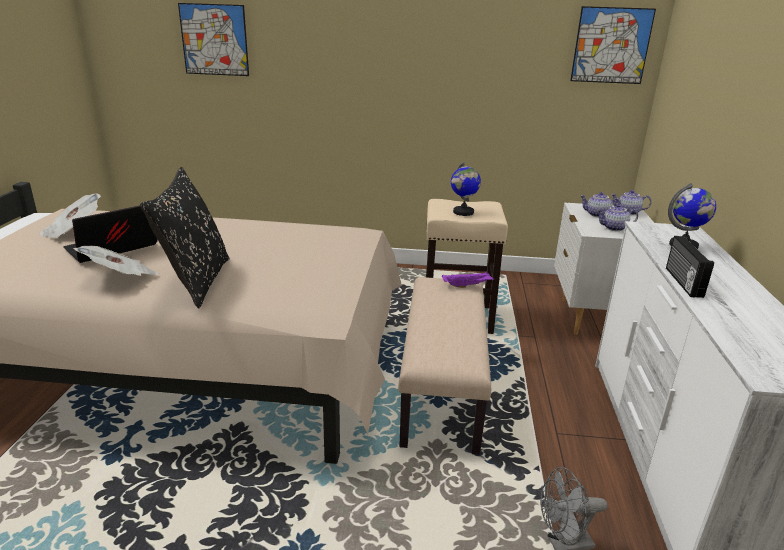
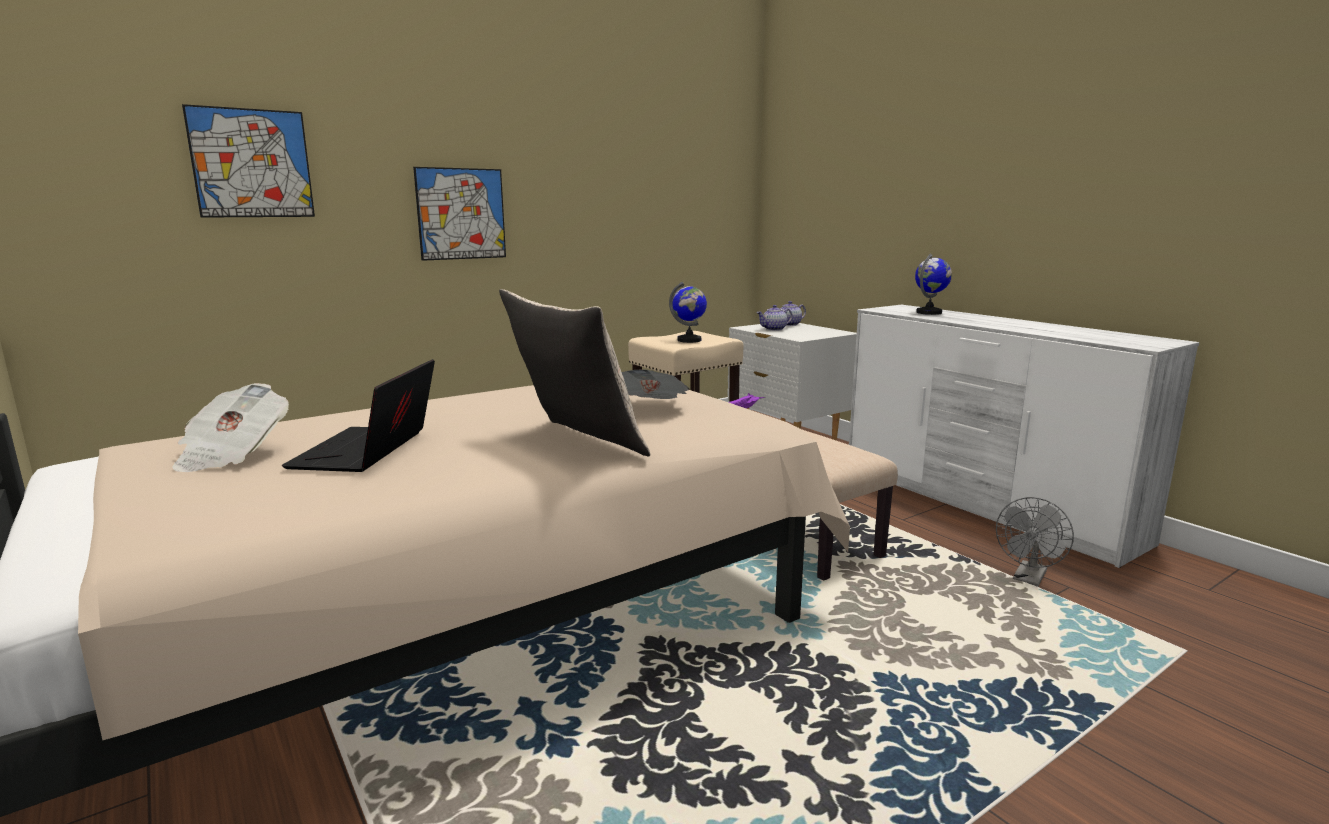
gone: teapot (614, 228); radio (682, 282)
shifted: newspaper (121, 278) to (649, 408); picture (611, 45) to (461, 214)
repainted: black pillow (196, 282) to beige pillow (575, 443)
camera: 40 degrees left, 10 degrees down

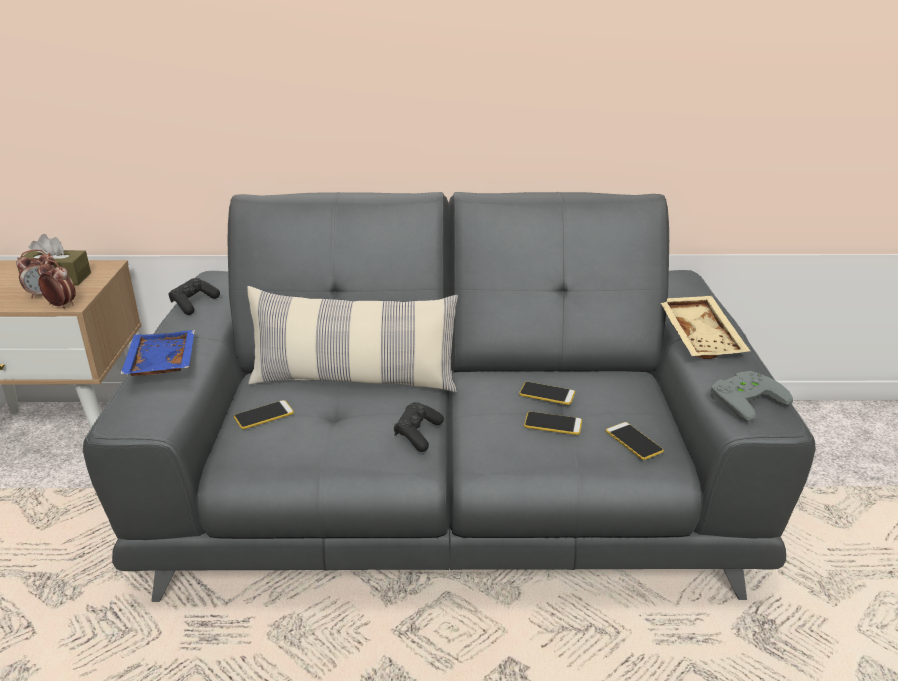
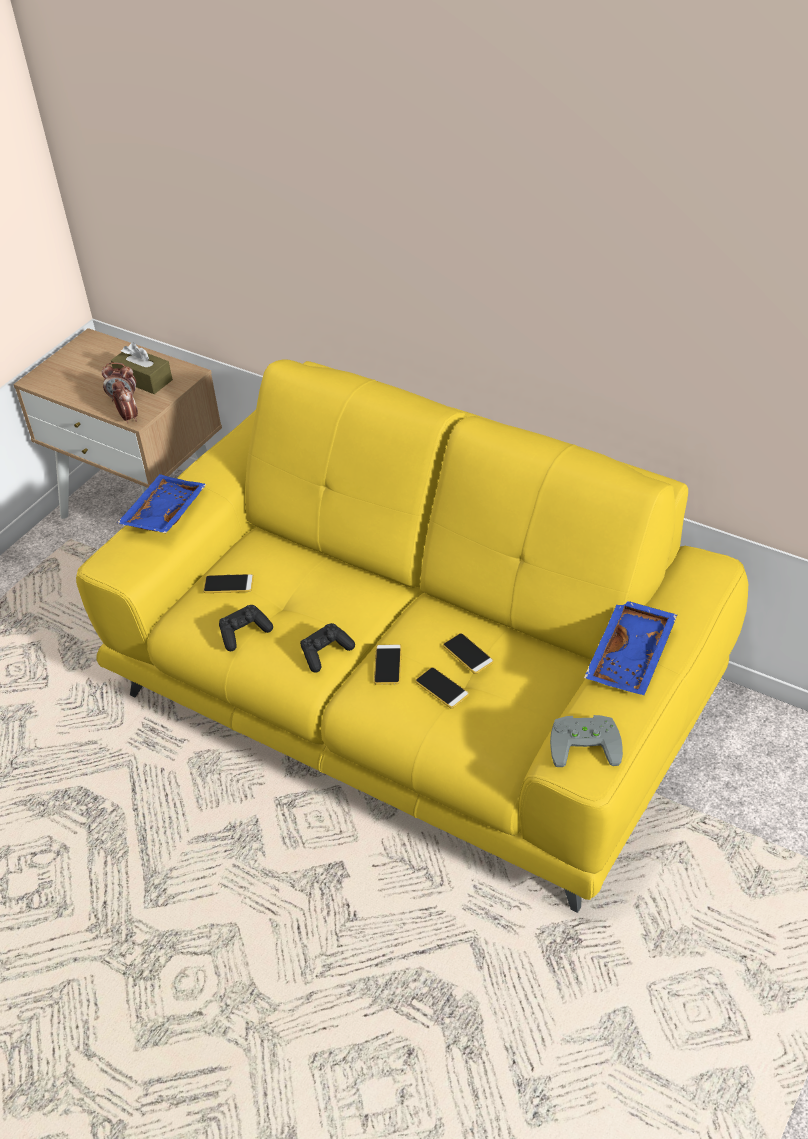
gone: pillow (354, 380)
shifted: black game controller (194, 304) to (244, 633); phone (634, 441) to (387, 665)
repainted: grey sofa (450, 493) to yellow sofa (414, 695); beige tray (702, 337) to blue tray (632, 657)
camera: 35 degrees right, 15 degrees up

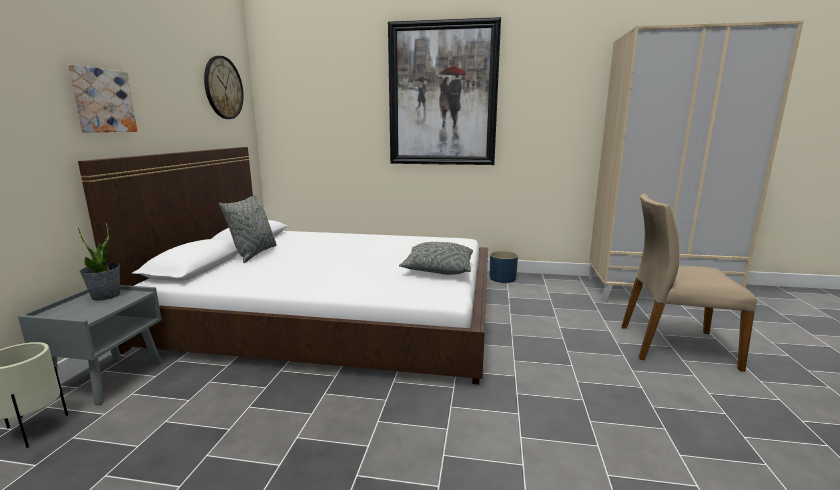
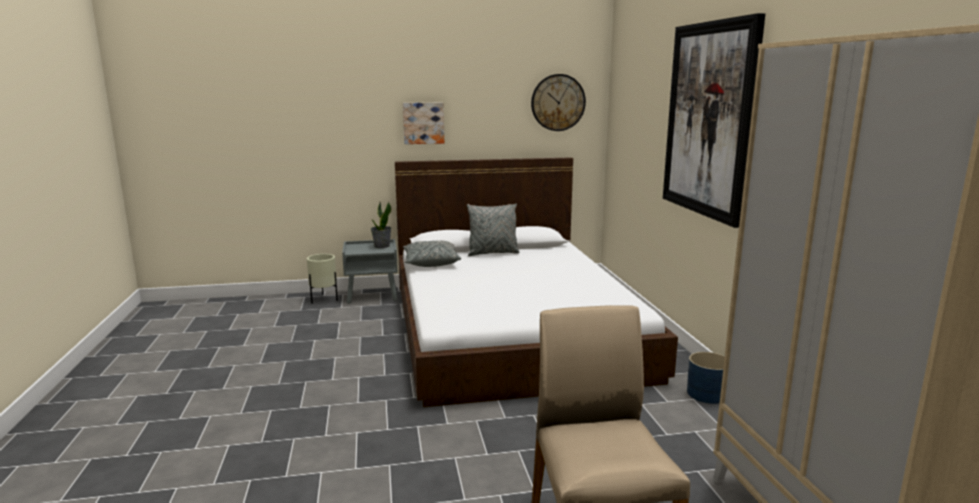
shifted: grey pillow (438, 270) to (430, 263)
camera: 70 degrees right, 0 degrees up

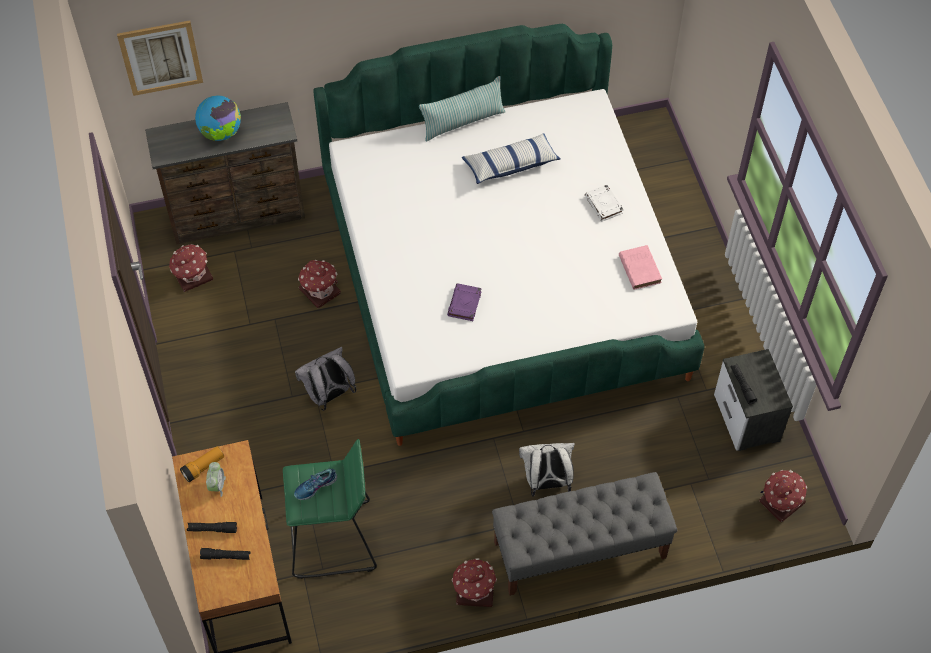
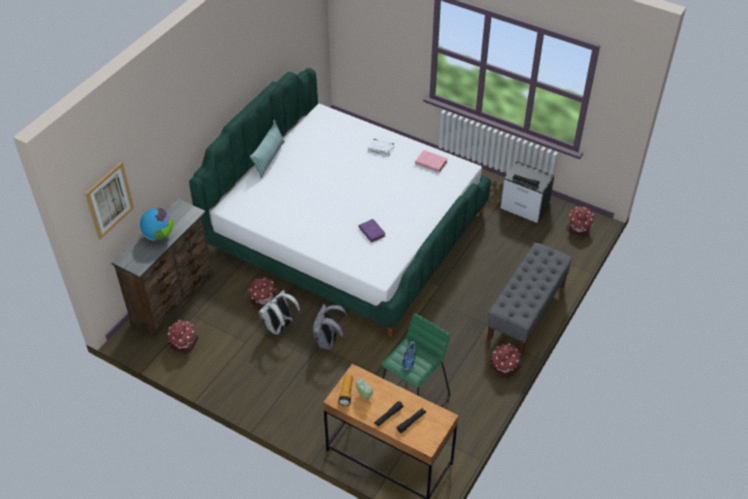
gone: pillow (510, 165)
shifted: white backpack (546, 483) to (280, 328)
camera: 45 degrees left, 10 degrees down

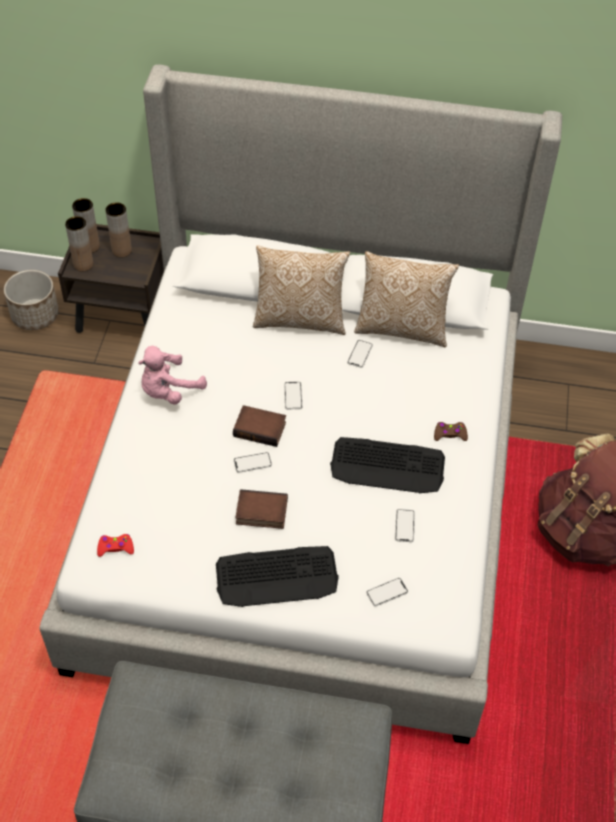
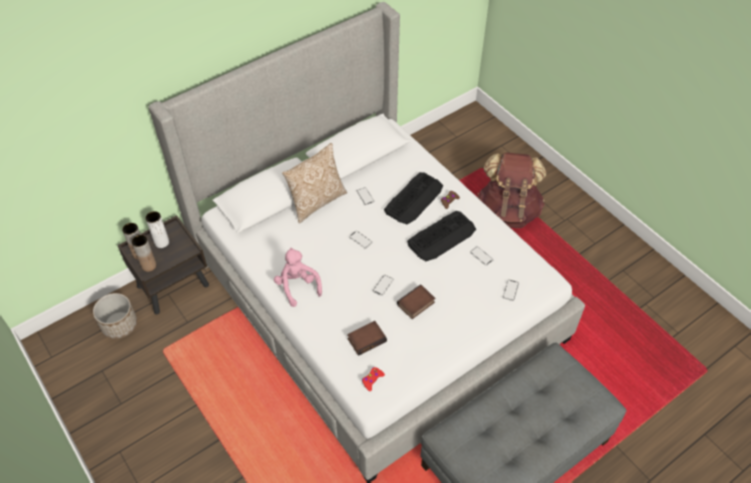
gone: pillow (402, 328)
shifted: keyboard (277, 576) to (414, 198); book (261, 428) to (366, 339)
repainted: brown vase (122, 250) to white vase (162, 242)
rotated: pink plush toy (169, 391) = (297, 286) 150 degrees clockwise
camera: 45 degrees left, 0 degrees up

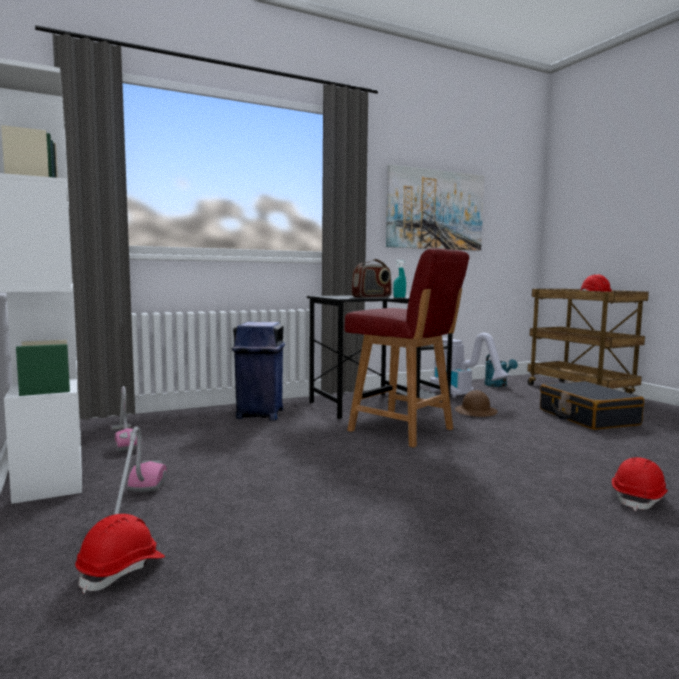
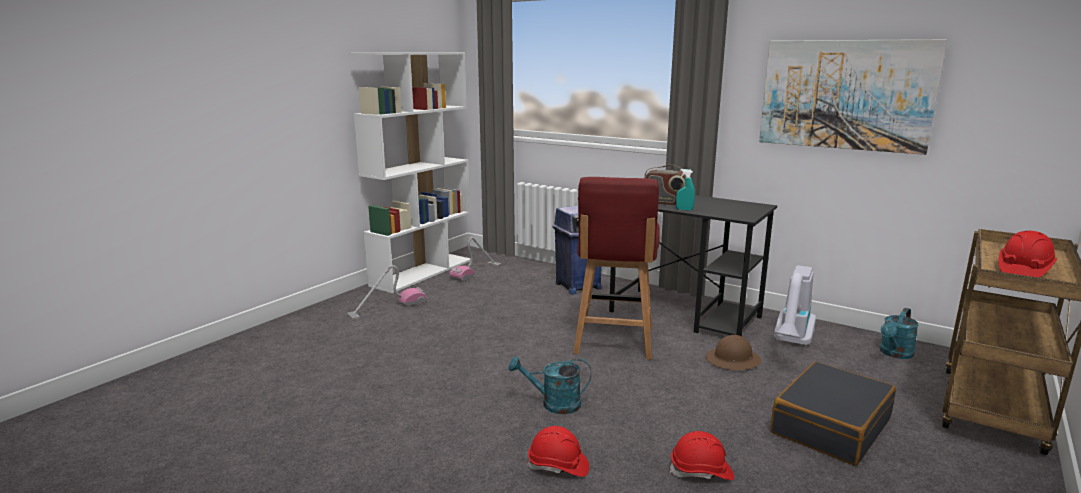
new: turquoise watering can (553, 404)
shifted: red hard hat (122, 570) to (701, 472)
camera: 60 degrees right, 10 degrees up

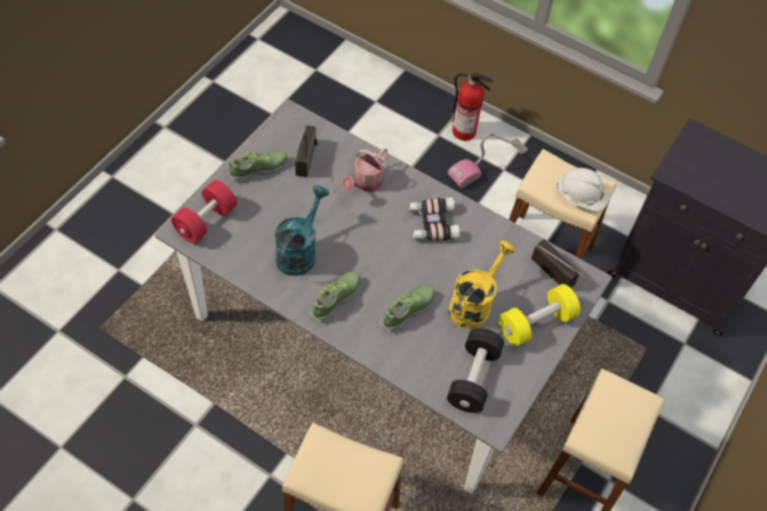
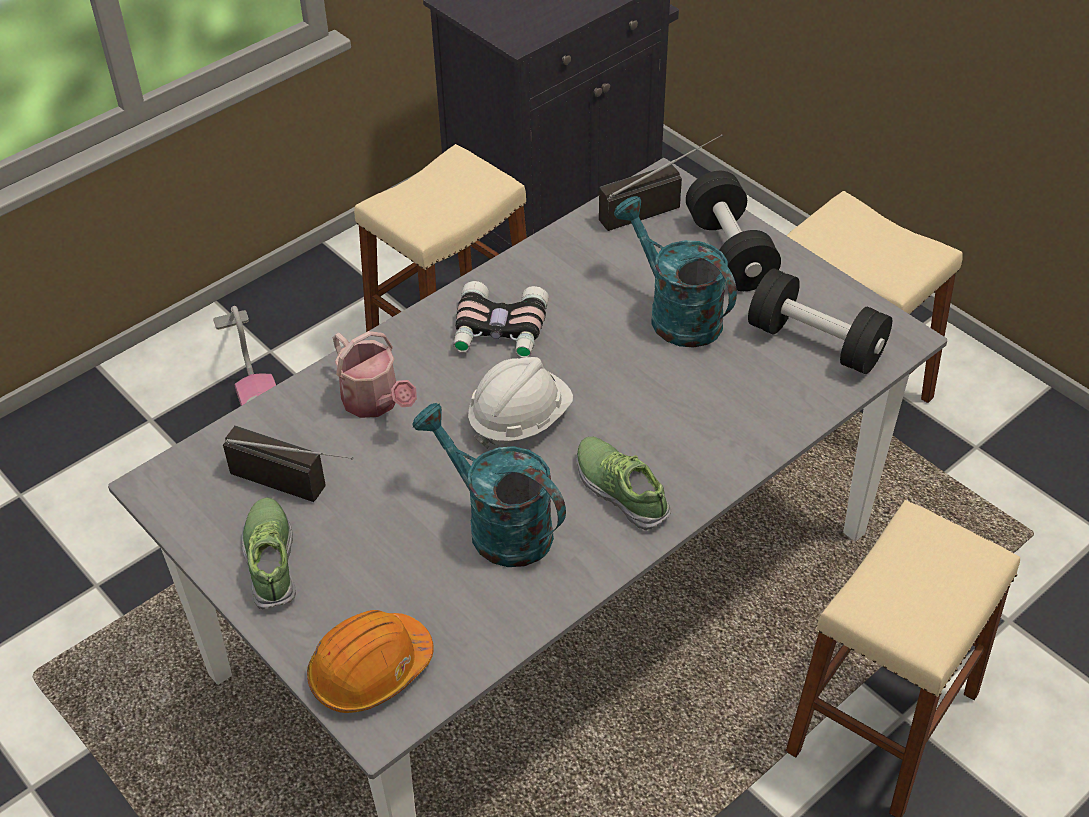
gone: shoe (408, 311); fire extinguisher (465, 131)
shifted: white hard hat (581, 197) to (520, 420)
swapped: red dumbbell (206, 221) to orange hard hat (370, 670)
repainted: yellow watering can (474, 303) to turquoise watering can (675, 313); yellow dumbbell (536, 323) to black dumbbell (729, 252)
camera: 70 degrees left, 10 degrees down

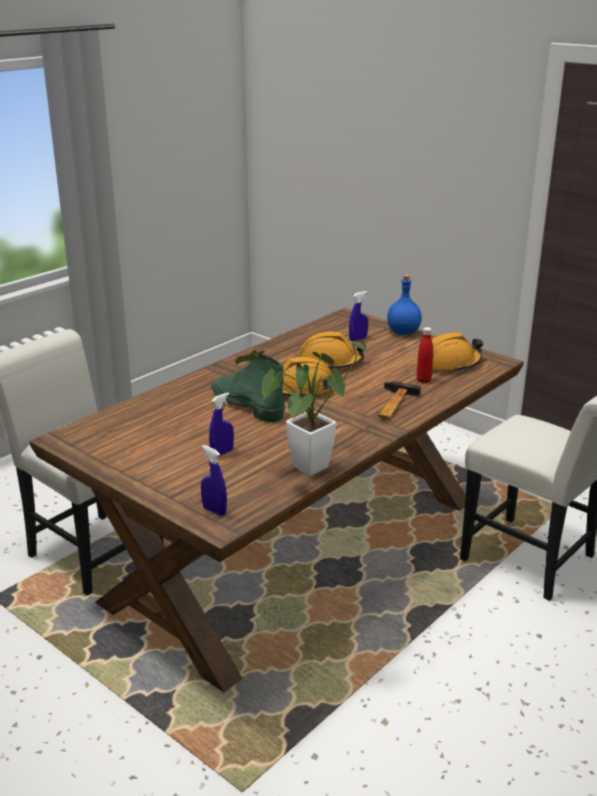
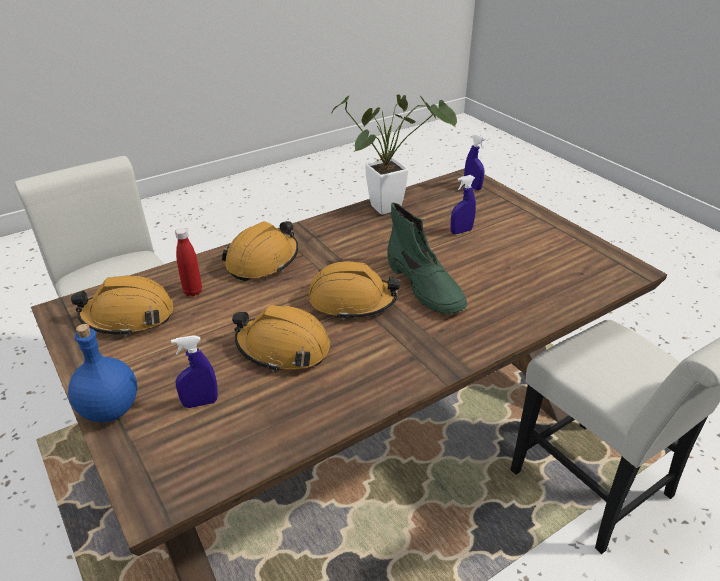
swapped: hammer (392, 405) to orange hard hat (262, 261)
camera: 165 degrees left, 10 degrees up

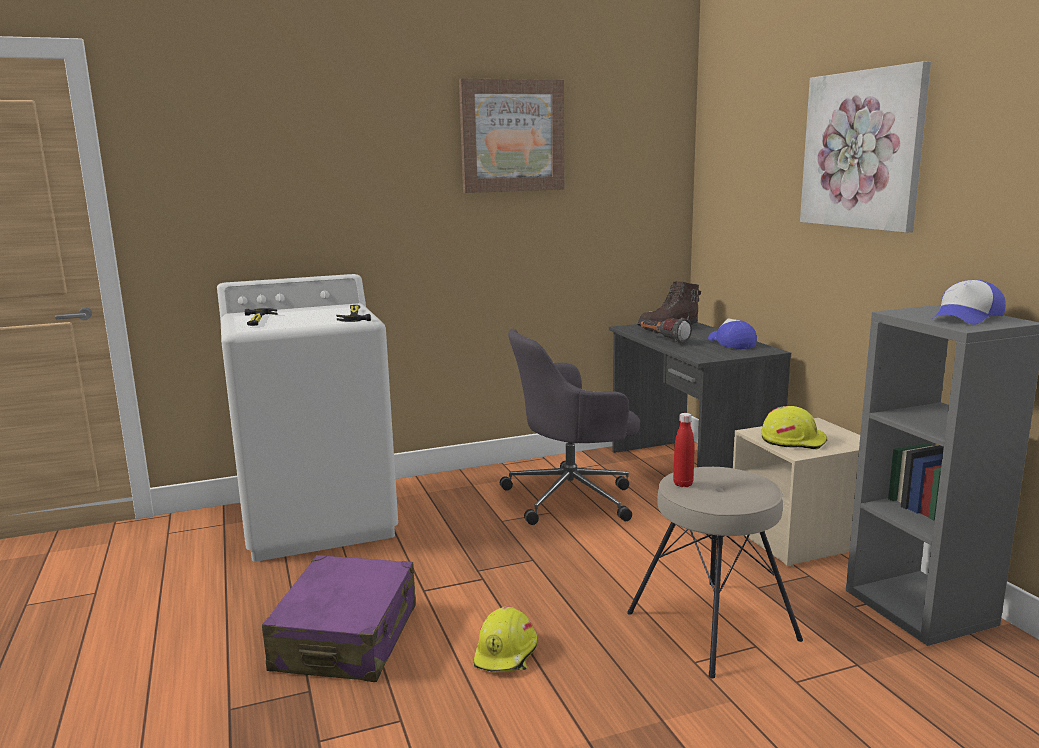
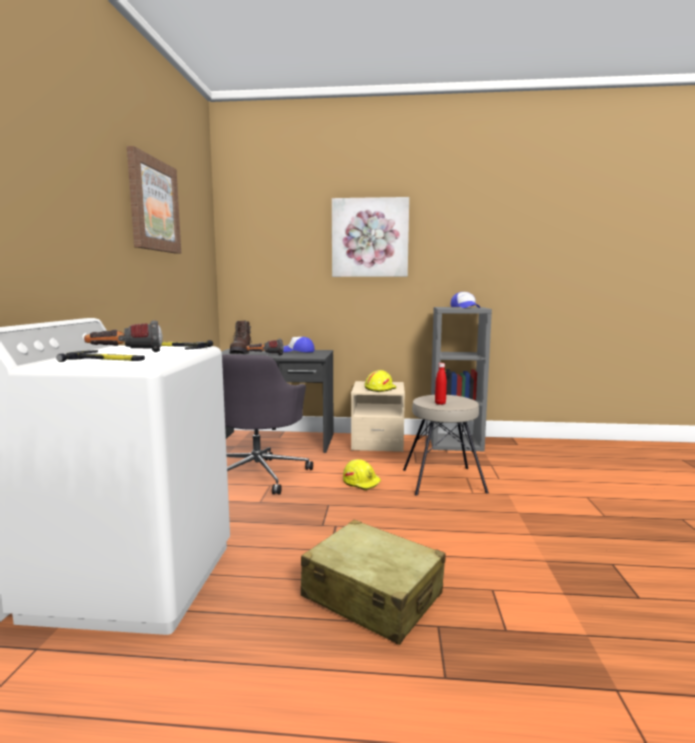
new: flashlight (125, 353)
shifted: yellow hard hat (506, 654) to (361, 482)
repainted: purple suitcase (347, 638) to beige suitcase (372, 596)
camera: 65 degrees left, 5 degrees down

